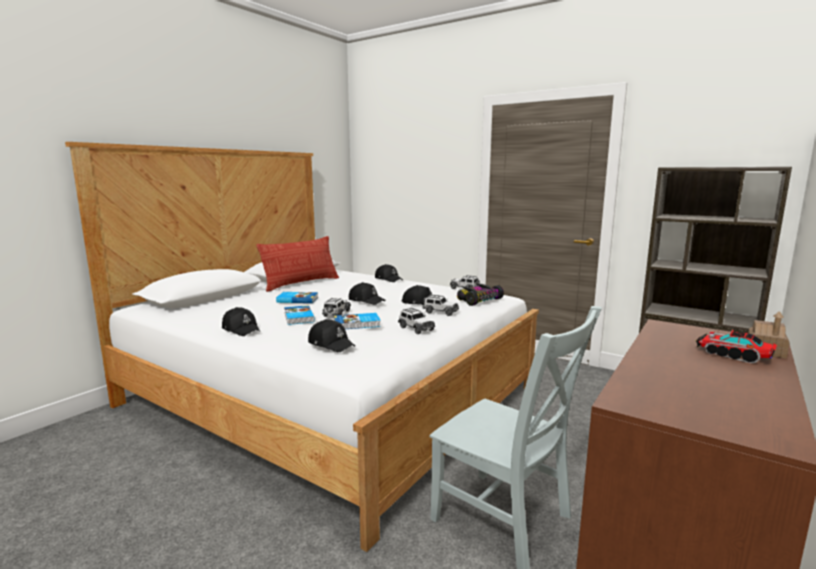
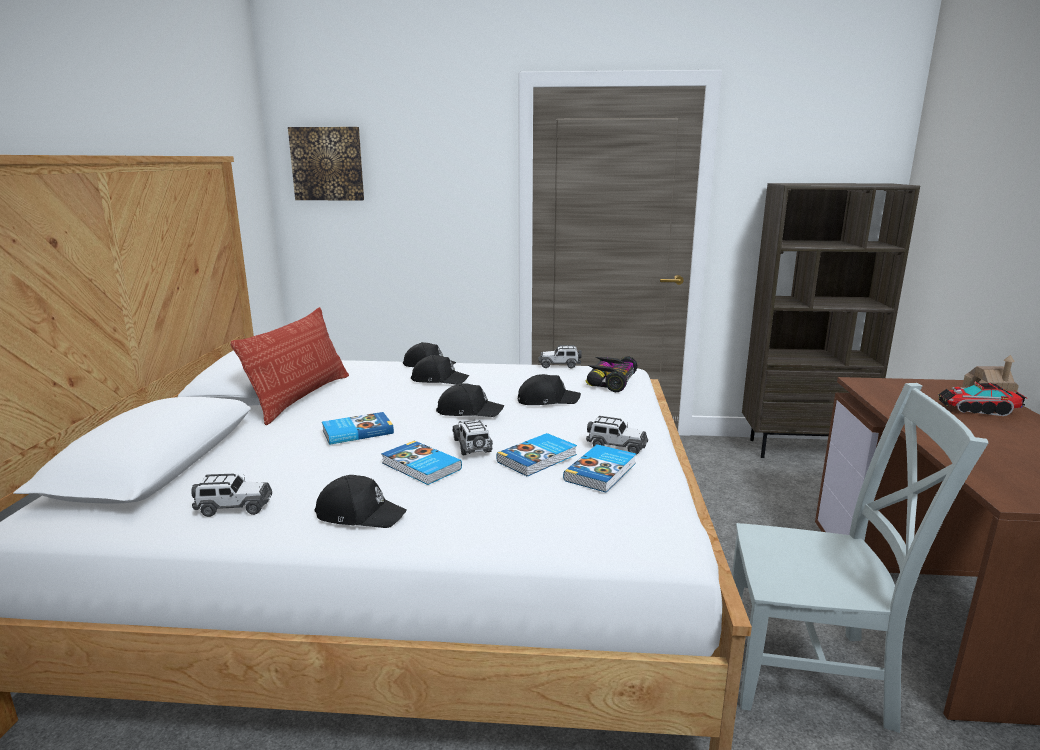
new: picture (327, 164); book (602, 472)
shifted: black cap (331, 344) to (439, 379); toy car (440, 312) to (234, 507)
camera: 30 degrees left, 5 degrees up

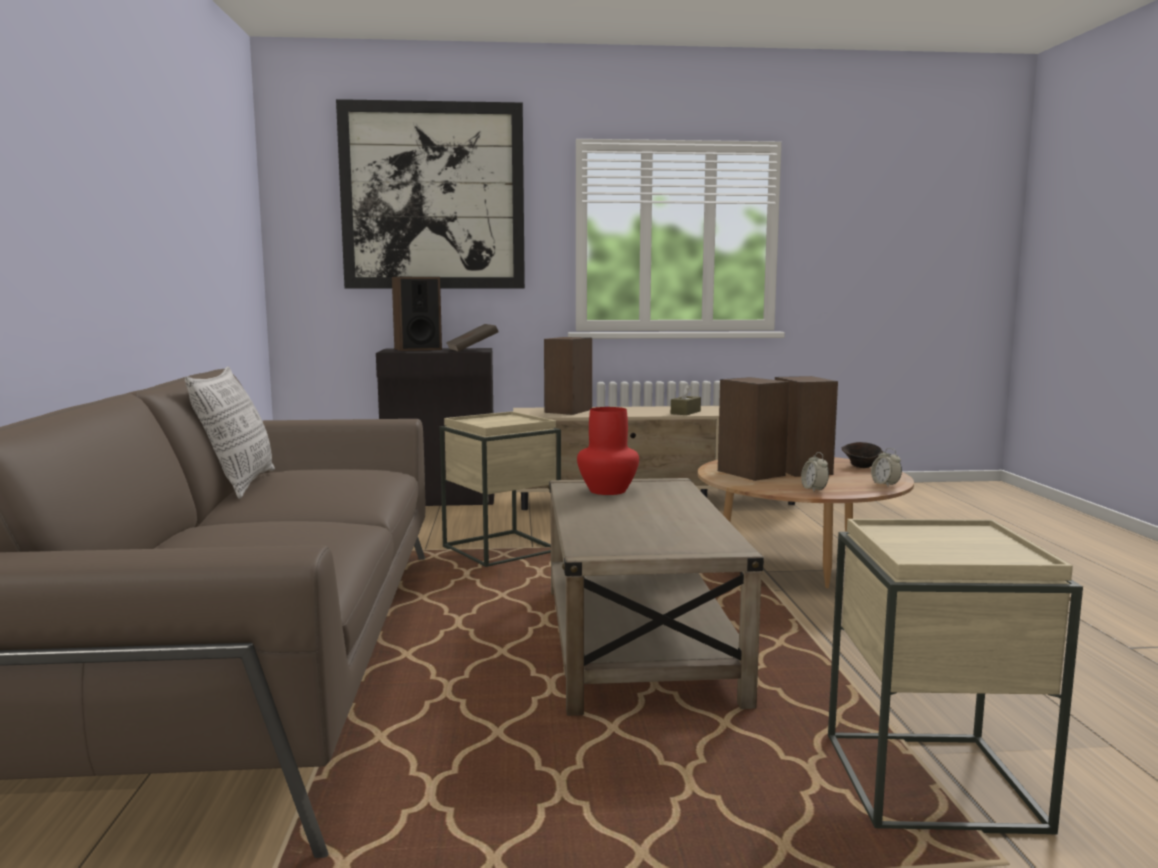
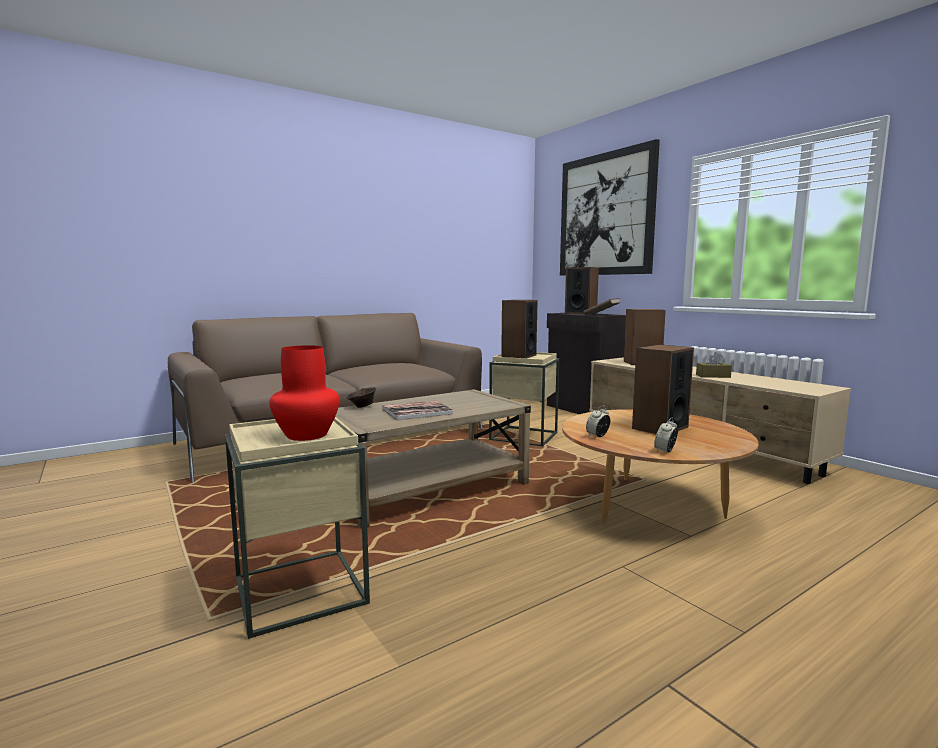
gone: pillow (239, 484)
new: book (417, 411)
shifted: red vase (608, 491) to (306, 435); speaker (750, 473) to (518, 356); brown bowl (862, 467) to (362, 406)
camera: 60 degrees right, 0 degrees up

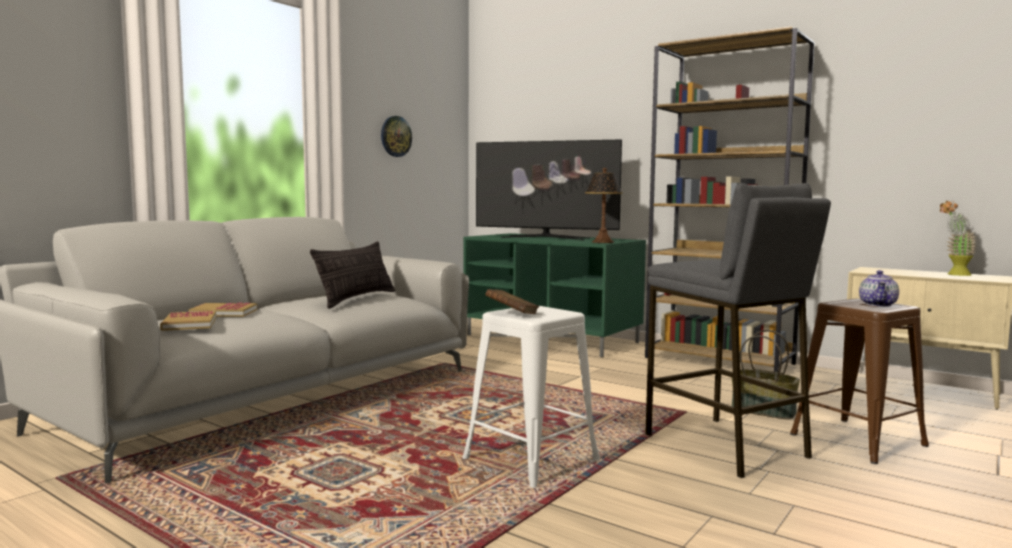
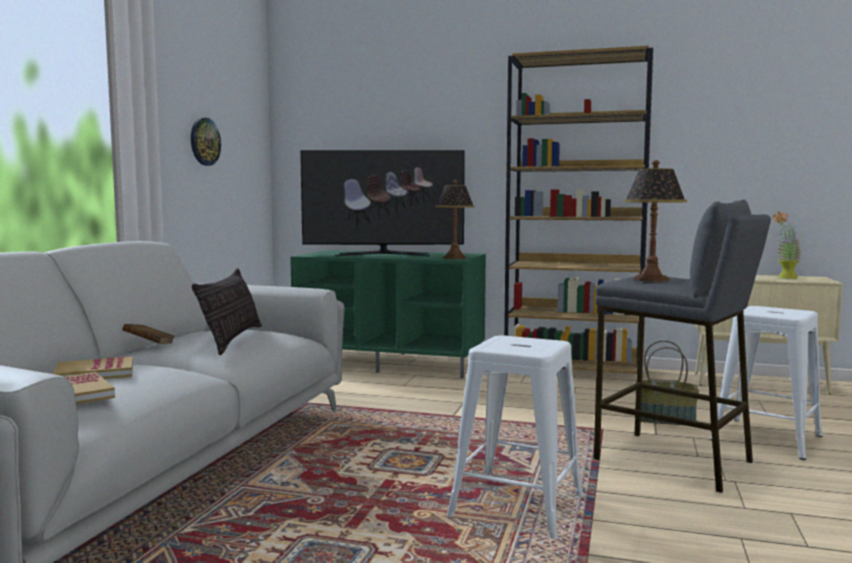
gone: teapot (878, 304)
new: table lamp (651, 279)
shifted: brown book (512, 314) to (149, 345)
repainted: brown stool (858, 440) to white stool (767, 438)
camera: 20 degrees left, 0 degrees up

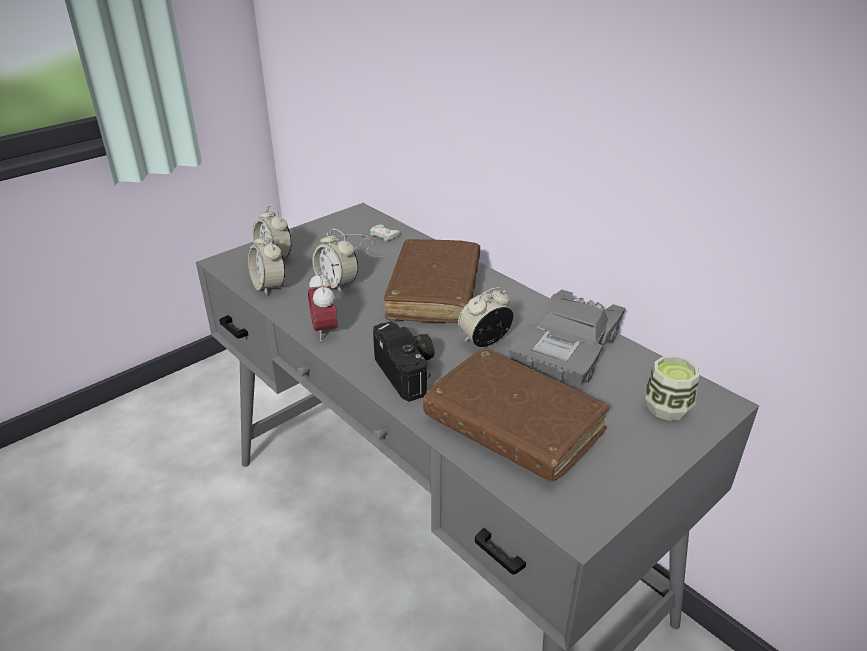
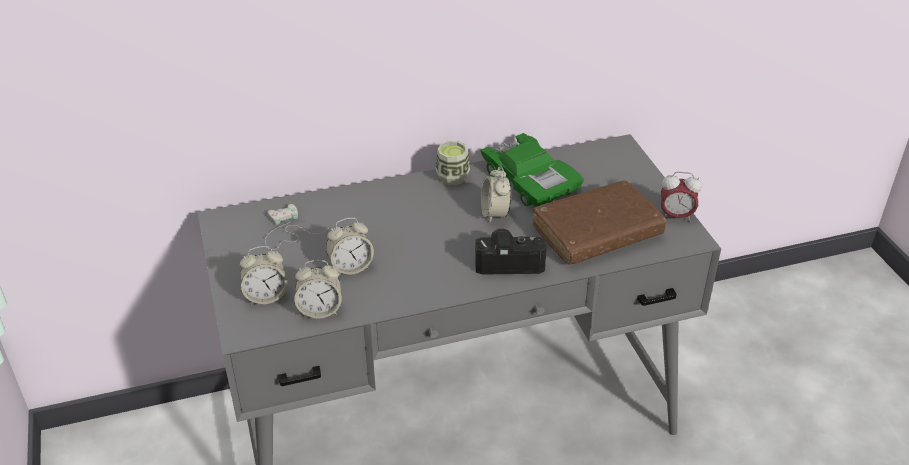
gone: brown book (434, 292)
shifted: alarm clock (325, 331) to (676, 216); cup (666, 408) to (452, 177)
repainted: grey toy car (567, 349) to green toy car (530, 180)
camera: 65 degrees left, 5 degrees up

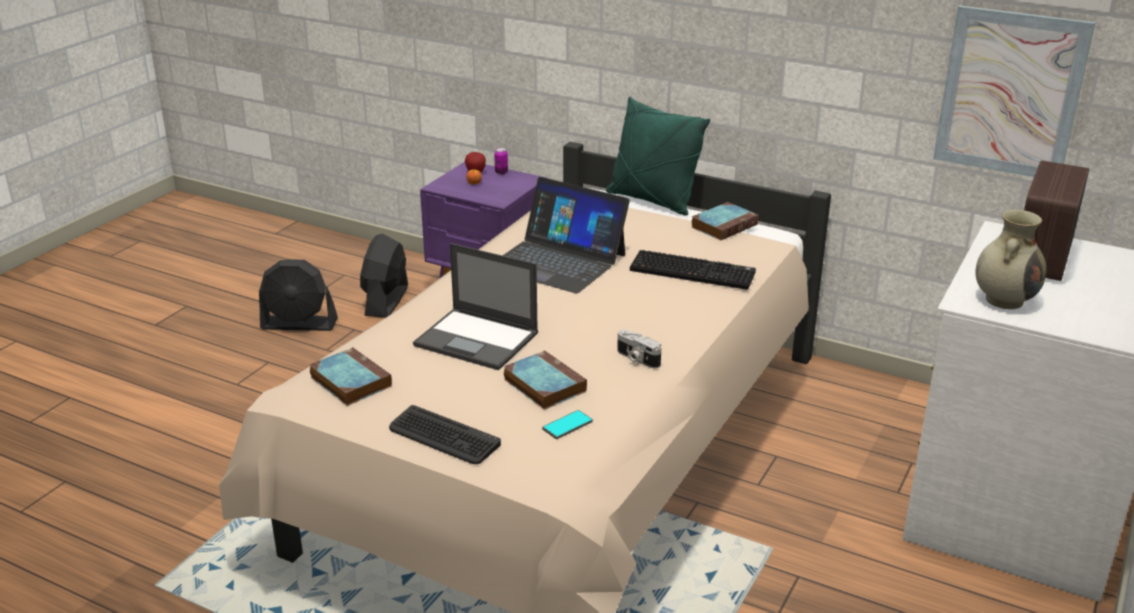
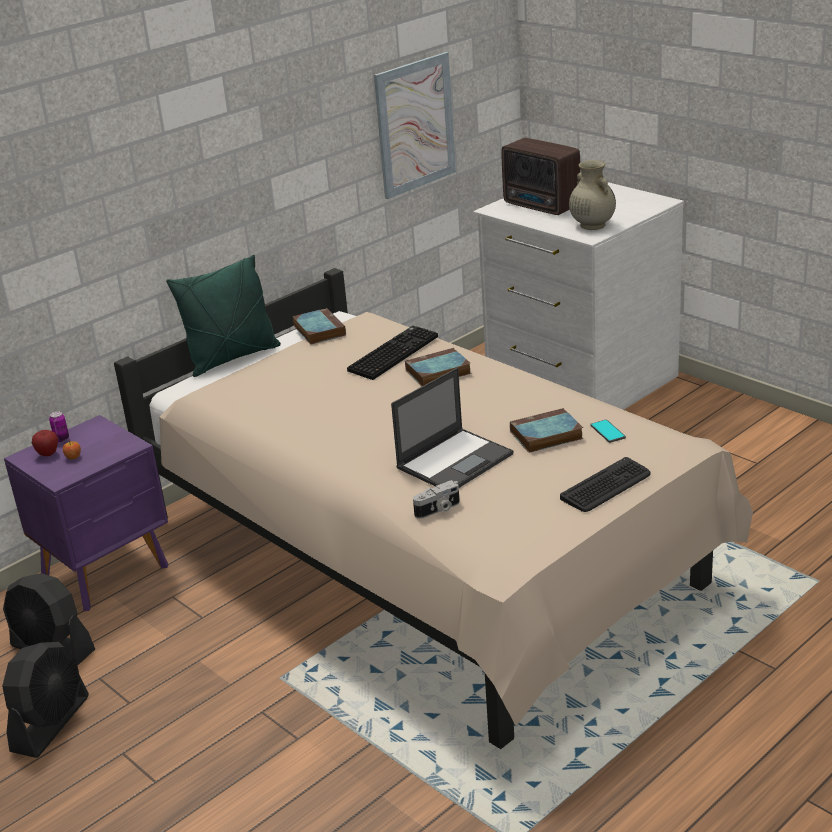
gone: laptop (558, 261)
shifted: book (349, 381) to (437, 372); photo camera (636, 359) to (438, 510)
camera: 70 degrees left, 0 degrees up

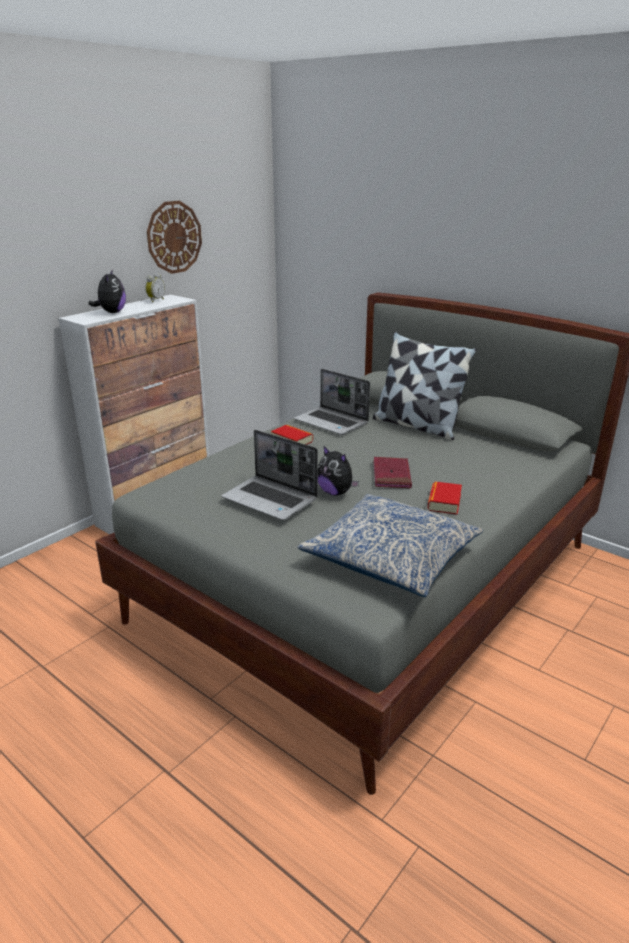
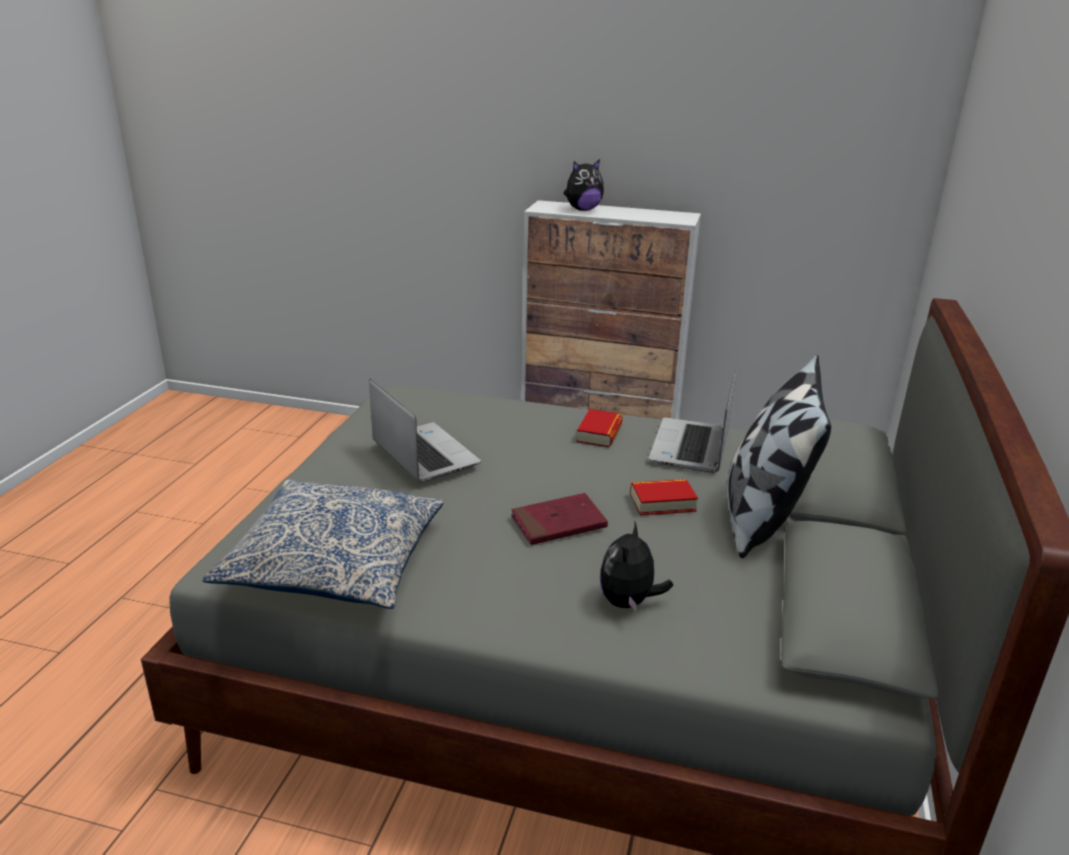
gone: alarm clock (155, 300); wall clock (174, 237)
shifted: plush toy (336, 492) to (629, 602); book (444, 502) to (662, 502)
rotated: laptop (271, 499) = (423, 454) 135 degrees clockwise
camera: 65 degrees right, 0 degrees up

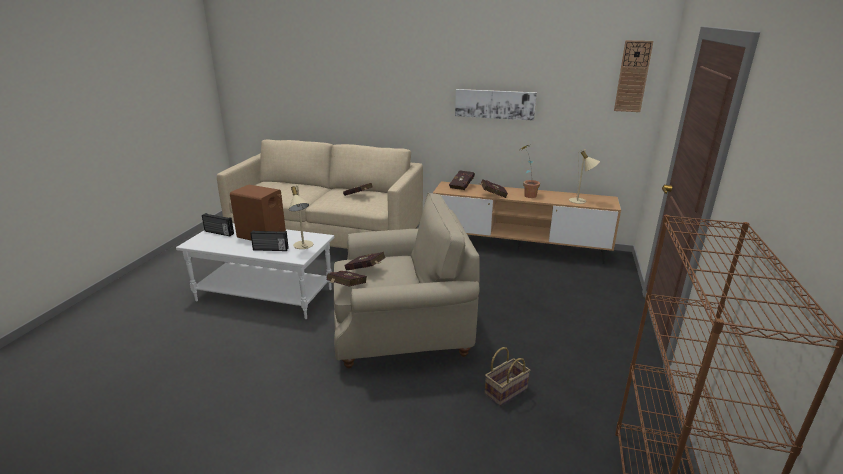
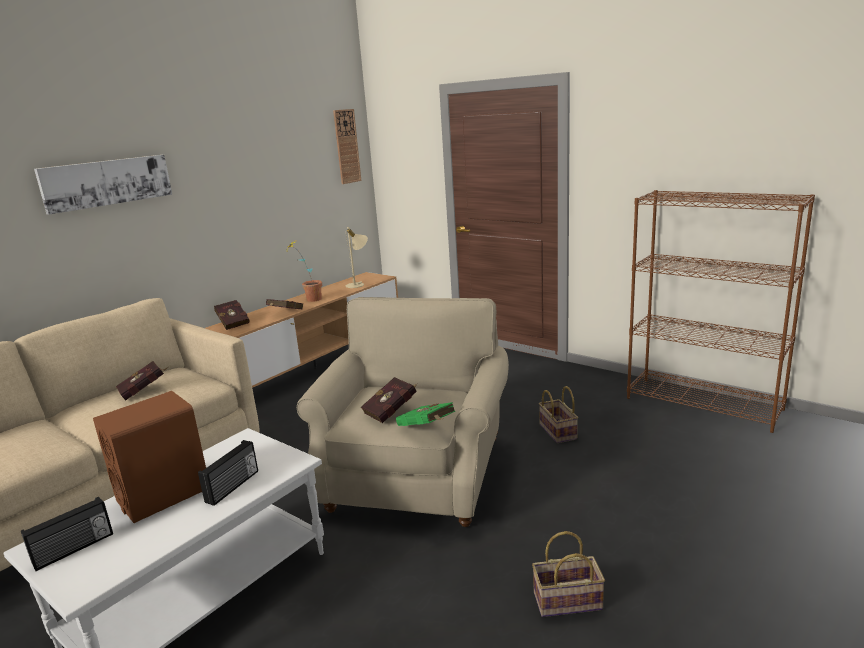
gone: beige table lamp (303, 246)
new: basket (566, 602)
shifted: picture (495, 104) to (107, 182)
repainted: red book (346, 288) to green book (427, 428)
camera: 65 degrees left, 5 degrees down

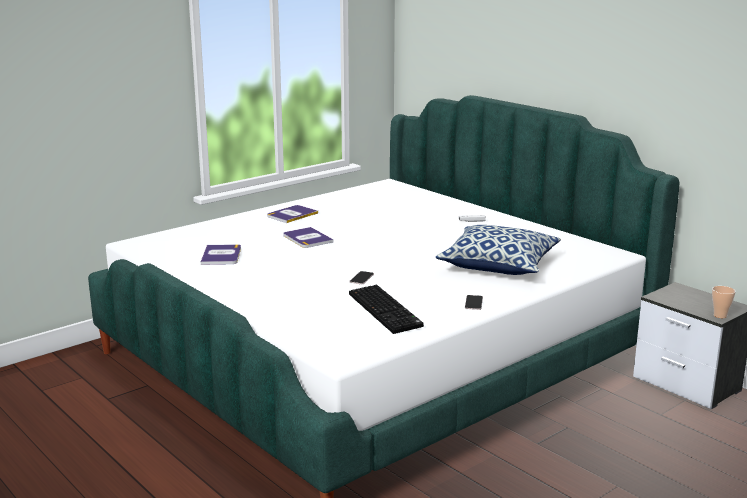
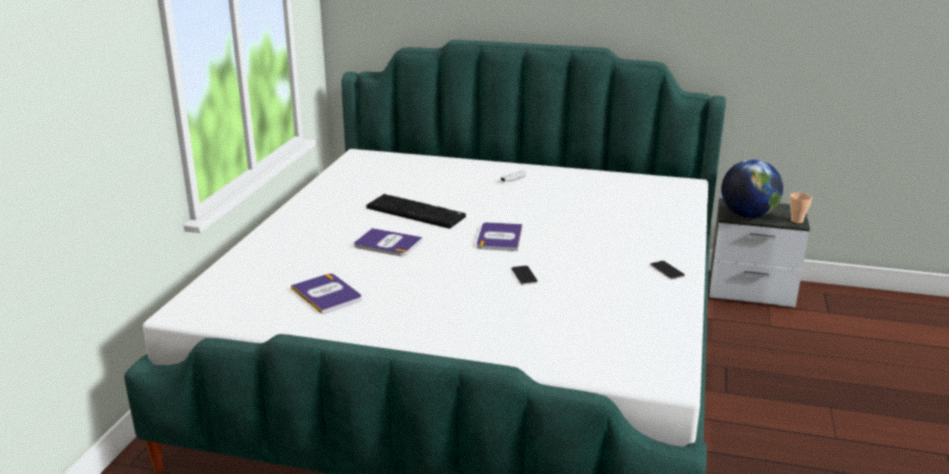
gone: pillow (499, 266)
new: globe (748, 215)
shifted: book (292, 215) to (499, 237); keyboard (386, 310) to (417, 212)
camera: 35 degrees left, 5 degrees up

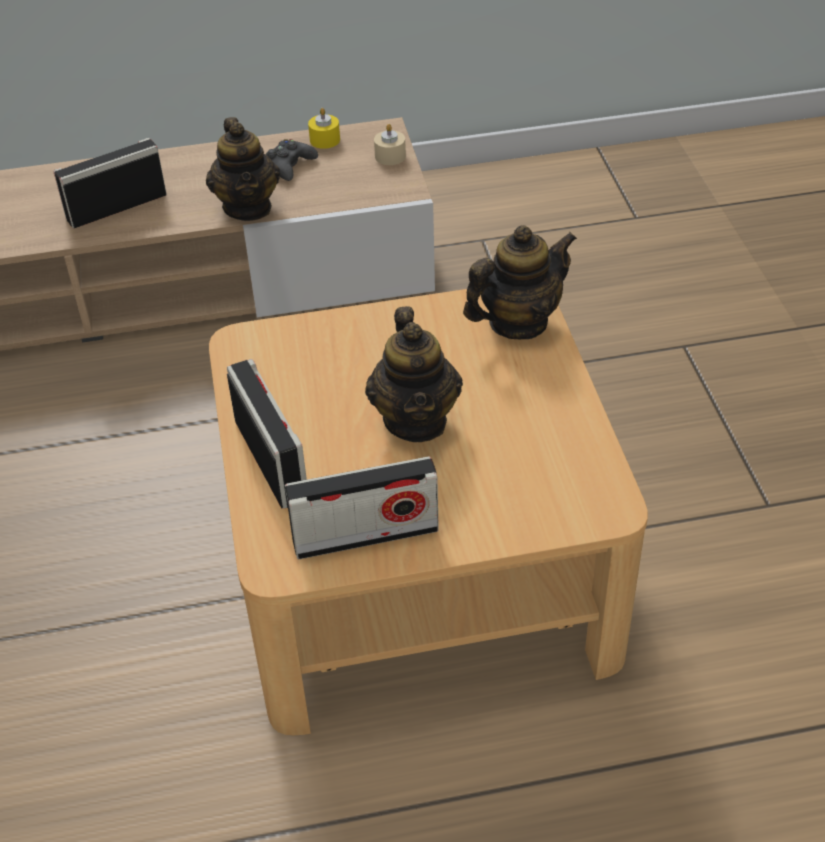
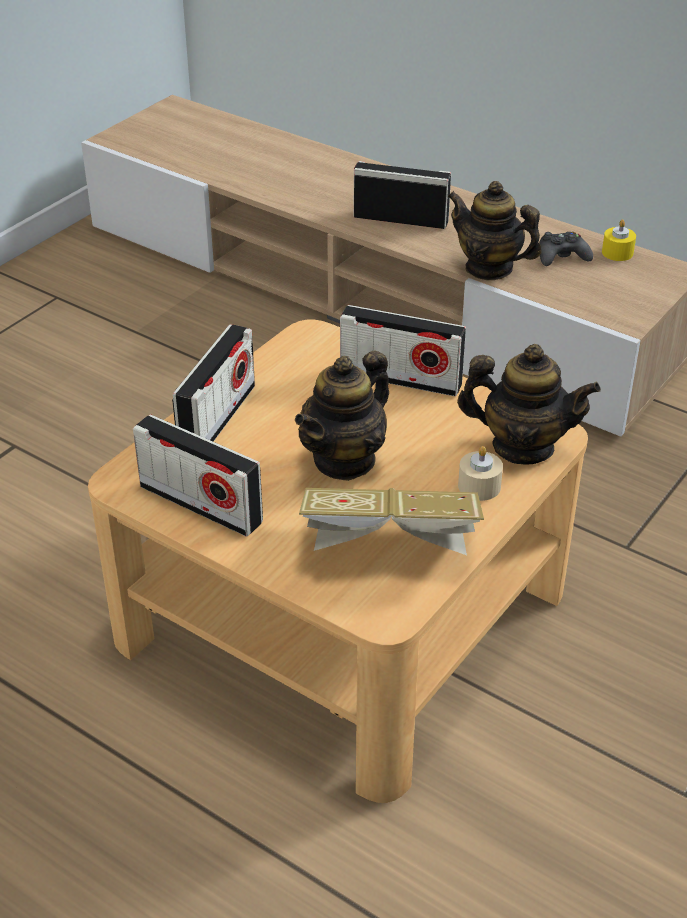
new: book (390, 547); radio (400, 379)
shifted: beige candle (390, 156) to (479, 486)
rotated: teapot (248, 207) = (489, 268) 90 degrees clockwise
camera: 45 degrees right, 5 degrees down

